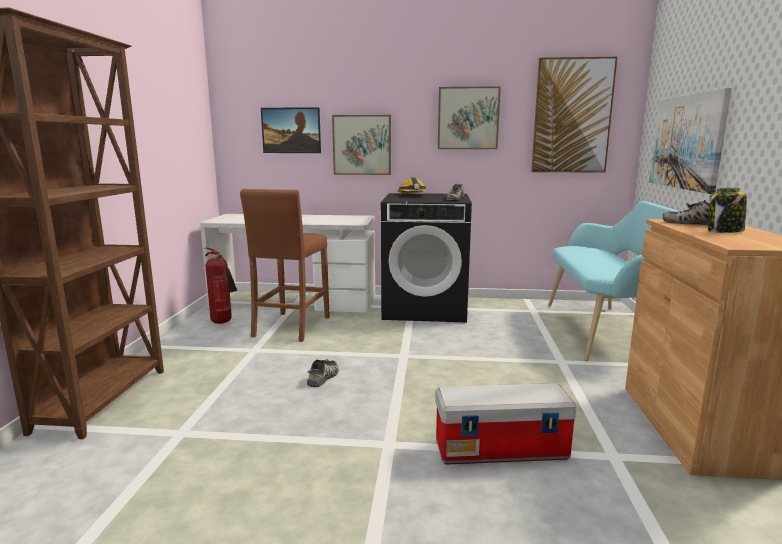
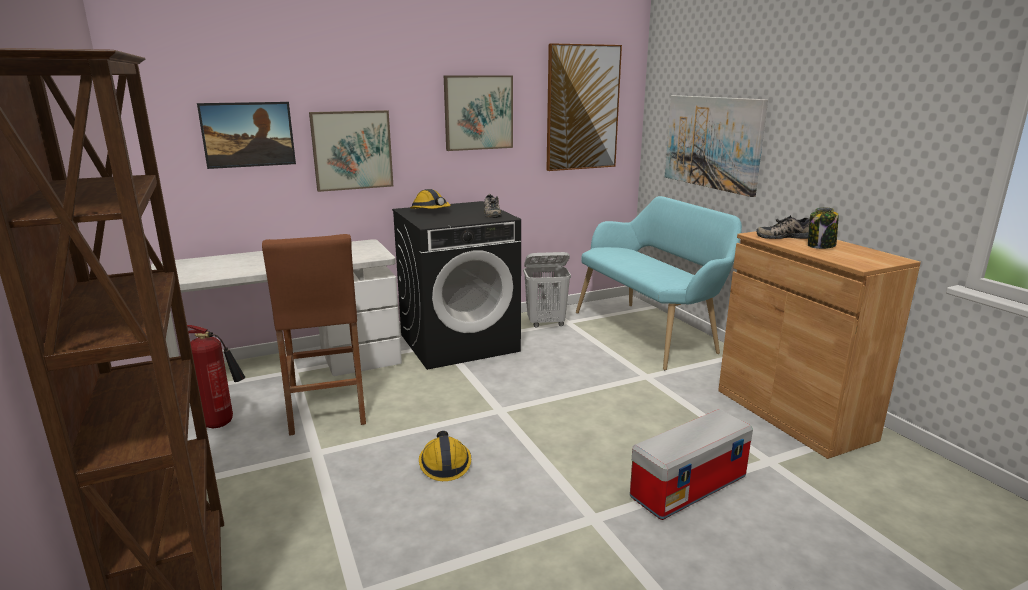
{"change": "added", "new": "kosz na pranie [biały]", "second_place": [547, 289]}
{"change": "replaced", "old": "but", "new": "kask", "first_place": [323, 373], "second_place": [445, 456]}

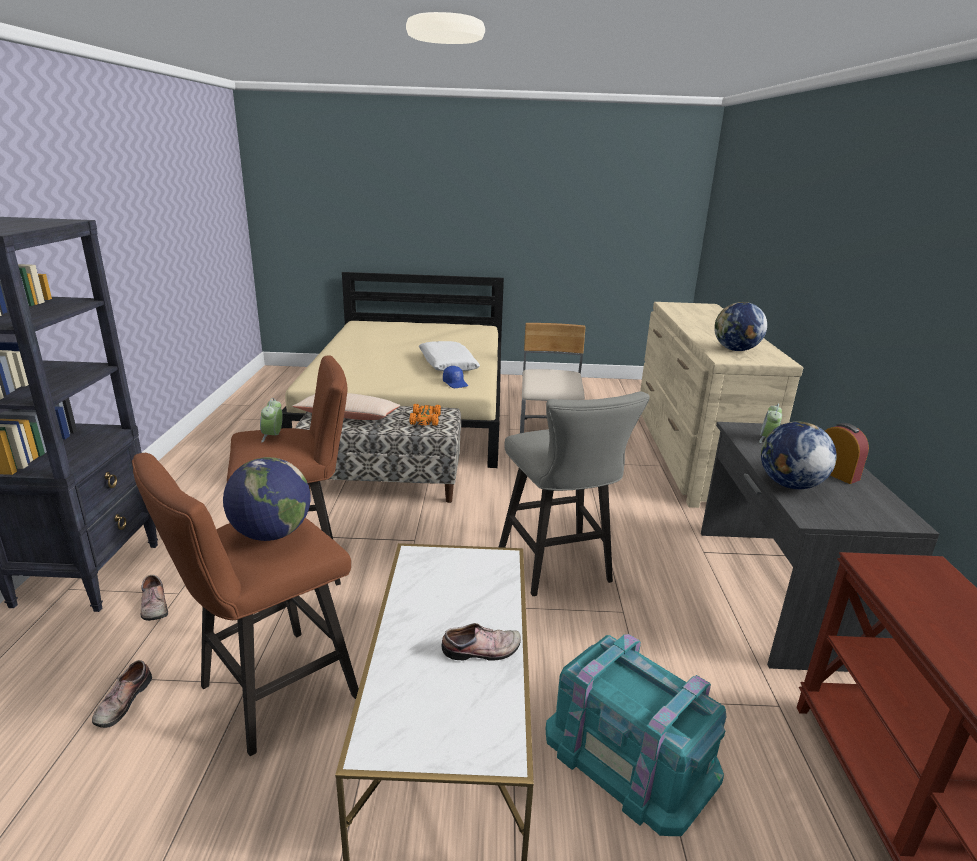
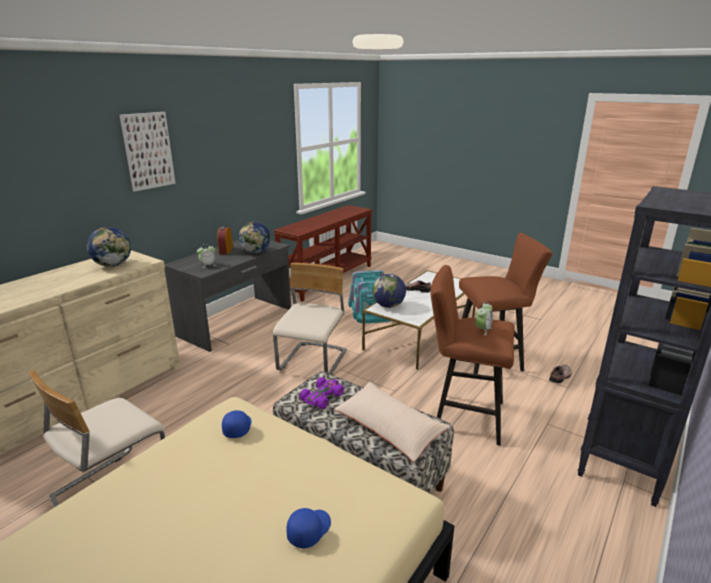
{"change": "removed", "old": "but", "first_place": [154, 598]}
{"change": "removed", "old": "poduszka [biały]", "first_place": [449, 356]}
{"change": "added", "new": "obraz", "second_place": [147, 152]}
{"change": "added", "new": "czapka z daszkiem [niebieski]", "second_place": [309, 528]}
{"change": "moved", "old": "globus", "first_place": [267, 499], "second_place": [389, 291]}
{"change": "replaced", "old": "stołek [szary]", "new": "krzesło [beżowy]", "first_place": [574, 493], "second_place": [310, 318]}
{"change": "recoloured", "old": "samochodzik [pomarańczowy]", "new": "samochodzik [fioletowy]", "first_place": [425, 414], "second_place": [322, 393]}

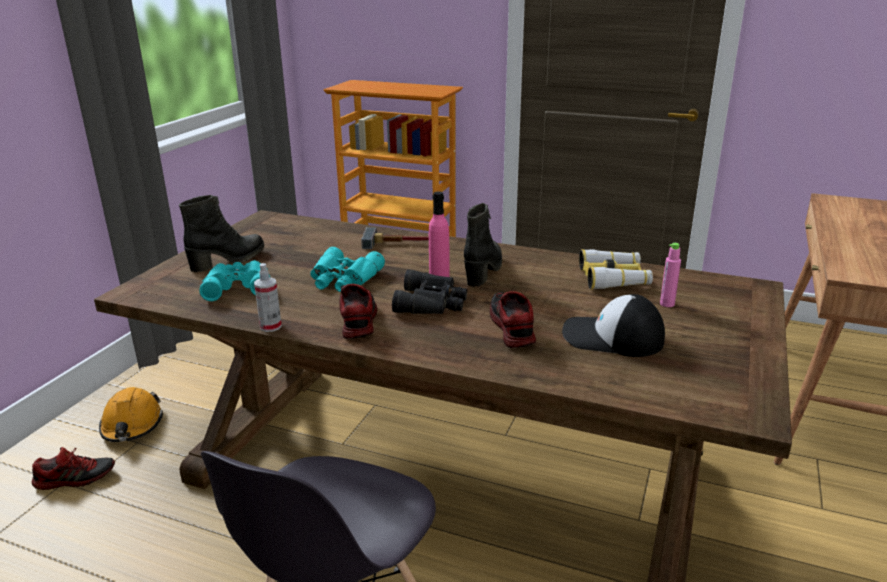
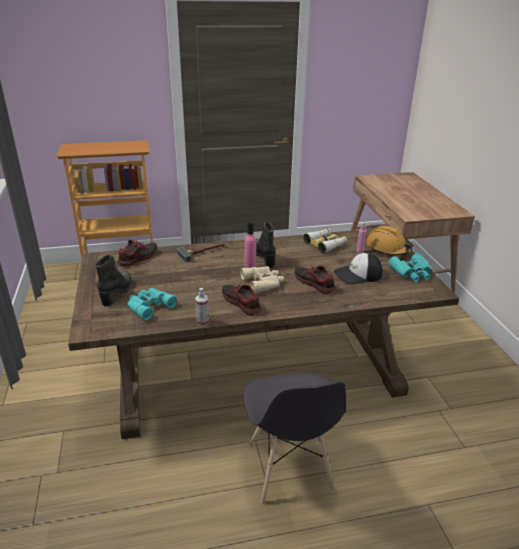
{"change": "moved", "old": "but", "first_place": [73, 468], "second_place": [137, 253]}
{"change": "moved", "old": "kask [pomarańczowy]", "first_place": [131, 414], "second_place": [390, 241]}
{"change": "moved", "old": "lornetka [turkusowy]", "first_place": [347, 269], "second_place": [410, 267]}
{"change": "recoloured", "old": "lornetka [czarny]", "new": "lornetka [beżowy]", "first_place": [429, 291], "second_place": [262, 279]}

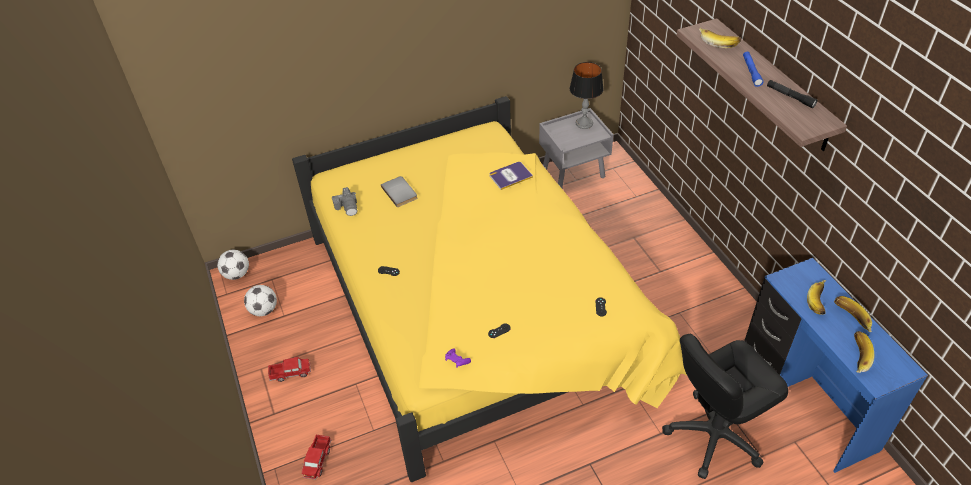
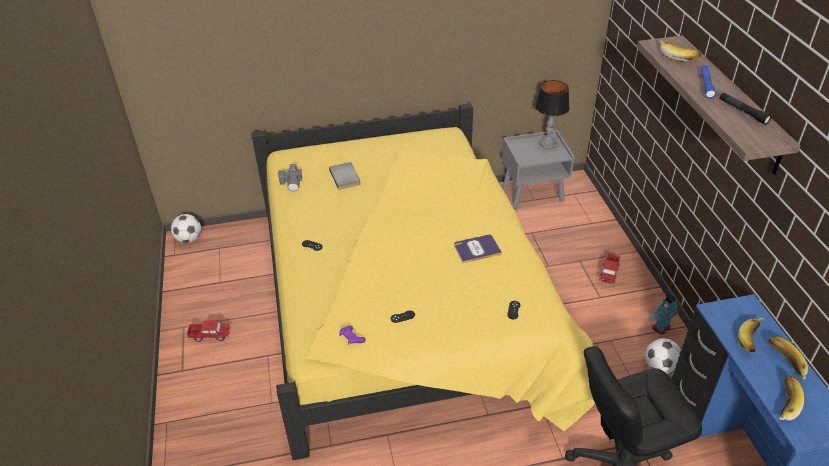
{"change": "added", "new": "robot zabawkowy", "second_place": [663, 314]}
{"change": "moved", "old": "piłka futbolowa", "first_place": [260, 300], "second_place": [663, 356]}
{"change": "moved", "old": "ciężarówka zabawkowa", "first_place": [316, 457], "second_place": [609, 269]}
{"change": "moved", "old": "książka", "first_place": [511, 176], "second_place": [478, 249]}

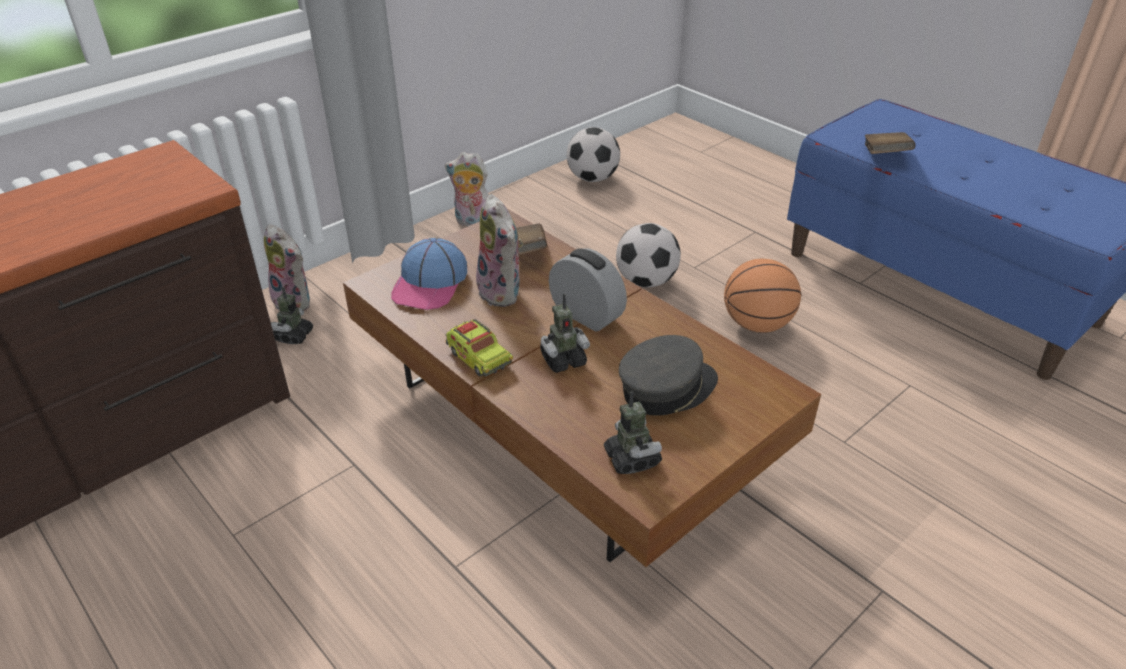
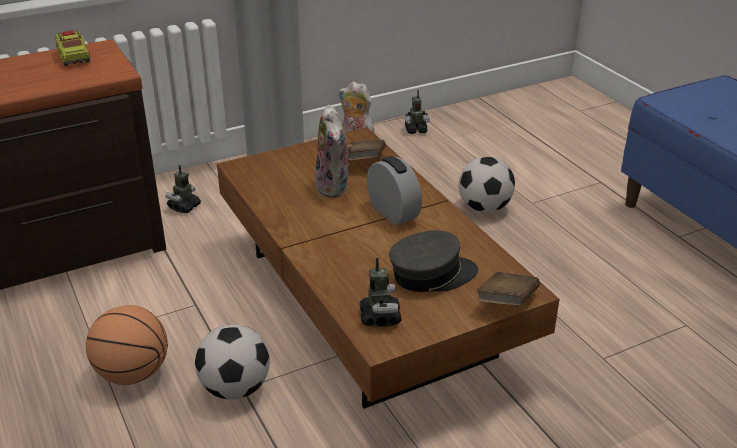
{"change": "removed", "old": "pluszak", "first_place": [287, 267]}
{"change": "removed", "old": "czapka z daszkiem", "first_place": [429, 274]}
{"change": "moved", "old": "ciężarówka zabawkowa", "first_place": [479, 347], "second_place": [73, 47]}
{"change": "moved", "old": "robot zabawkowy", "first_place": [565, 333], "second_place": [417, 112]}
{"change": "moved", "old": "piłka futbolowa", "first_place": [593, 154], "second_place": [232, 362]}
{"change": "moved", "old": "piłka do koszykówki", "first_place": [762, 296], "second_place": [127, 345]}
{"change": "moved", "old": "książka [brązowy]", "first_place": [890, 143], "second_place": [508, 288]}

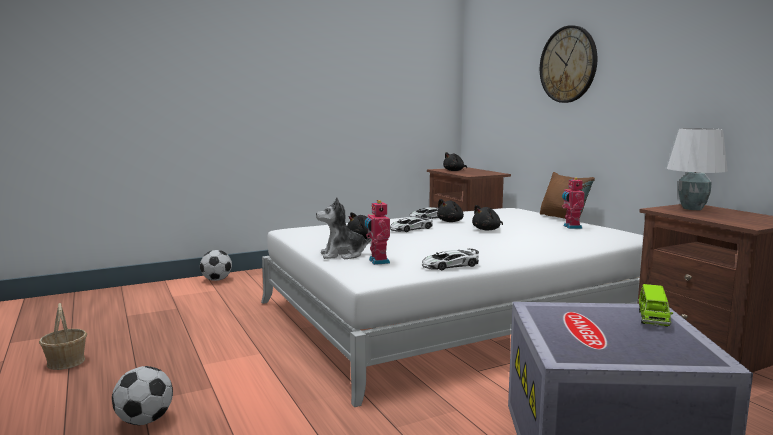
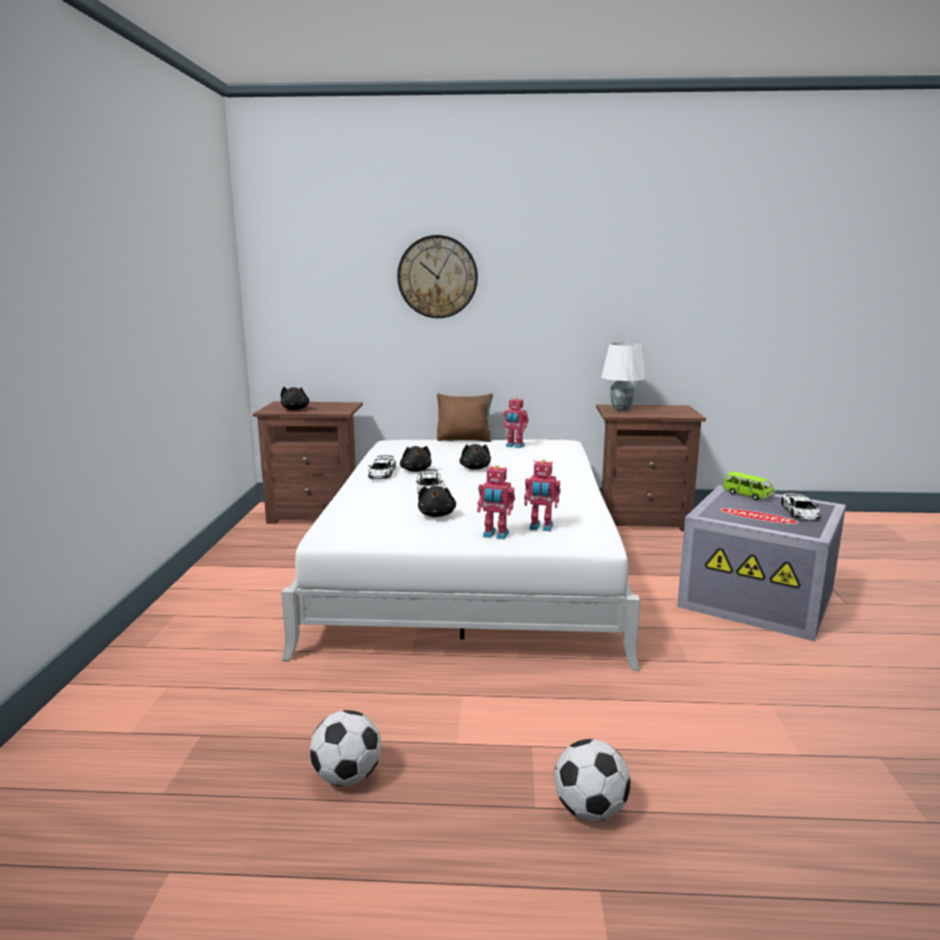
{"change": "removed", "old": "koszyk", "first_place": [63, 336]}
{"change": "moved", "old": "piłka futbolowa", "first_place": [216, 265], "second_place": [345, 748]}
{"change": "moved", "old": "samochodzik", "first_place": [450, 259], "second_place": [800, 506]}
{"change": "replaced", "old": "pluszak", "new": "robot zabawkowy", "first_place": [344, 228], "second_place": [496, 502]}

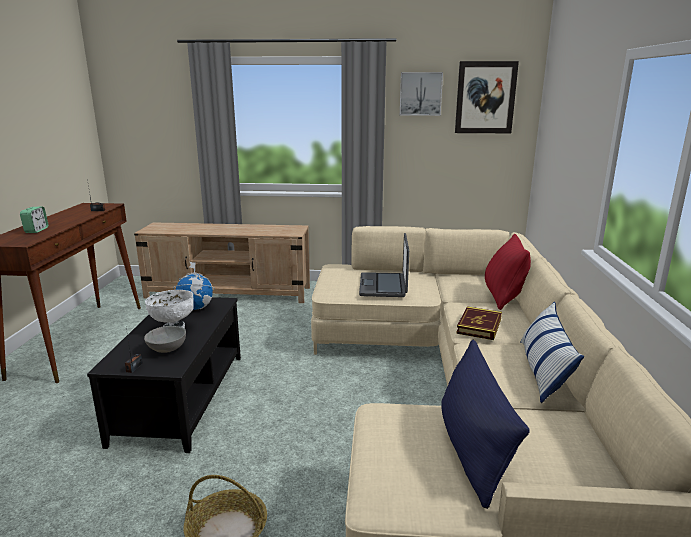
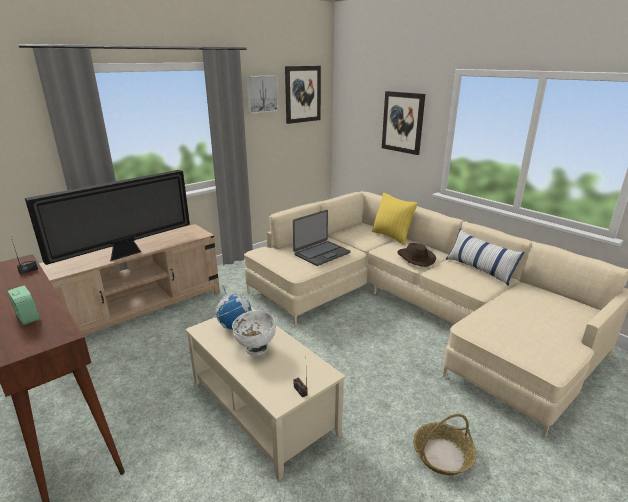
{"change": "removed", "old": "miska [szary]", "first_place": [165, 339]}
{"change": "removed", "old": "poduszka [niebieski]", "first_place": [485, 424]}
{"change": "added", "new": "telewizor", "second_place": [107, 217]}
{"change": "added", "new": "obraz", "second_place": [403, 123]}
{"change": "replaced", "old": "książka", "new": "kapelusz [brązowy]", "first_place": [479, 323], "second_place": [416, 255]}
{"change": "recoloured", "old": "ława [czarny]", "new": "ława [beżowy]", "first_place": [164, 375], "second_place": [265, 394]}
{"change": "recoloured", "old": "poduszka [czerwony]", "new": "poduszka [żółty]", "first_place": [508, 272], "second_place": [395, 219]}
{"change": "turned", "old": "laptop", "first_place": [384, 265], "second_place": [321, 238], "degrees": -90}

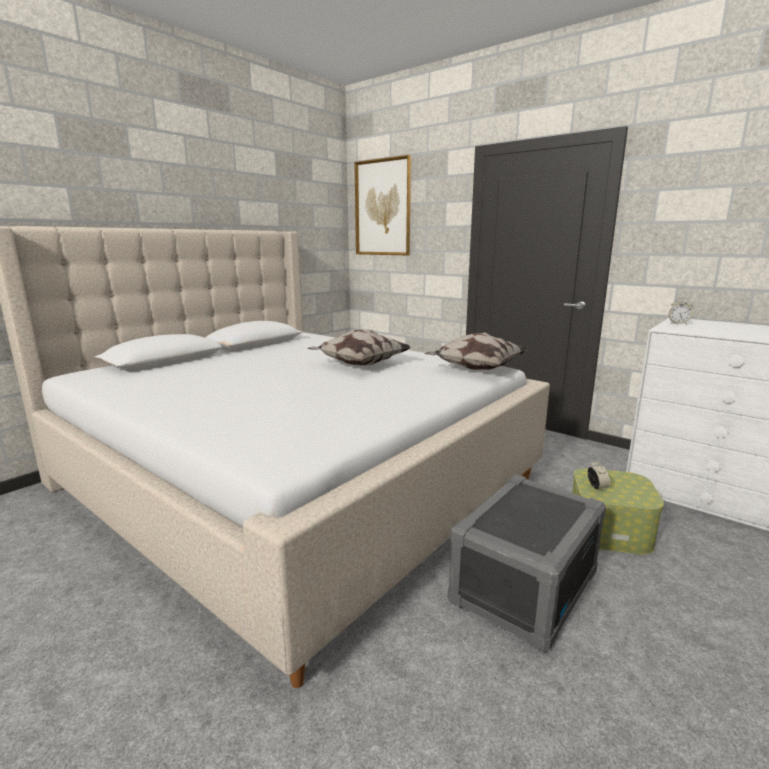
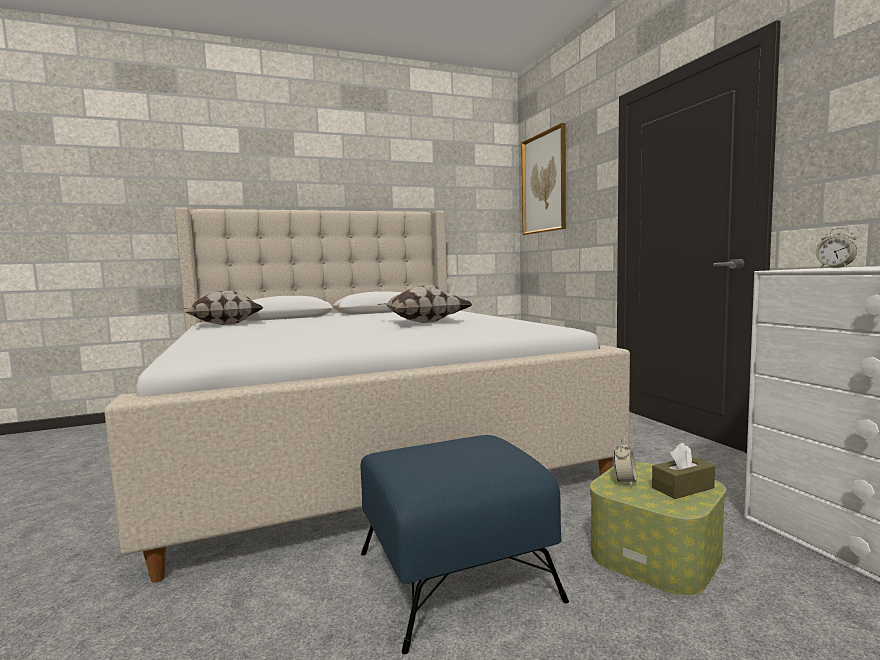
{"change": "added", "new": "pudełko chusteczek [brązowy]", "second_place": [683, 471]}
{"change": "moved", "old": "poduszka", "first_place": [476, 351], "second_place": [223, 308]}
{"change": "replaced", "old": "pojemnik do przechowywania [szary]", "new": "pufa [niebieski]", "first_place": [527, 563], "second_place": [465, 544]}

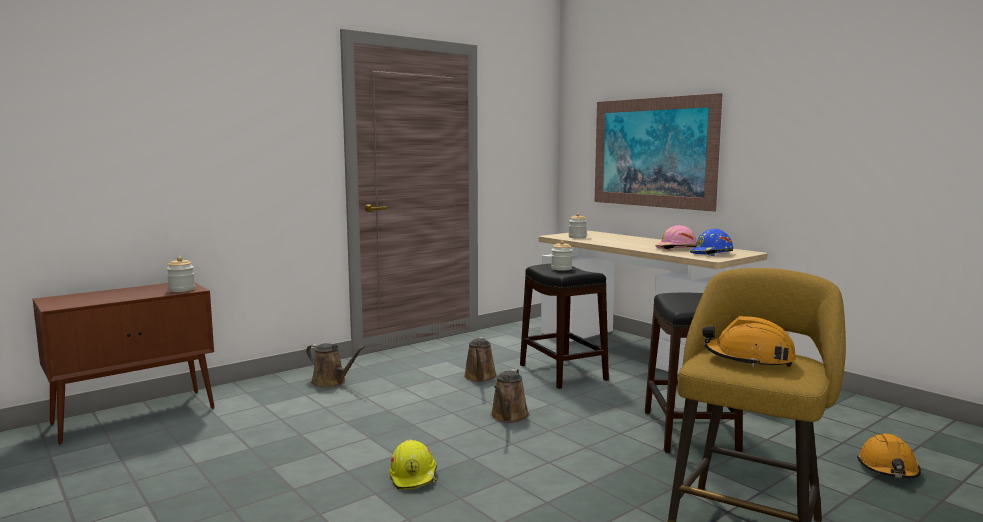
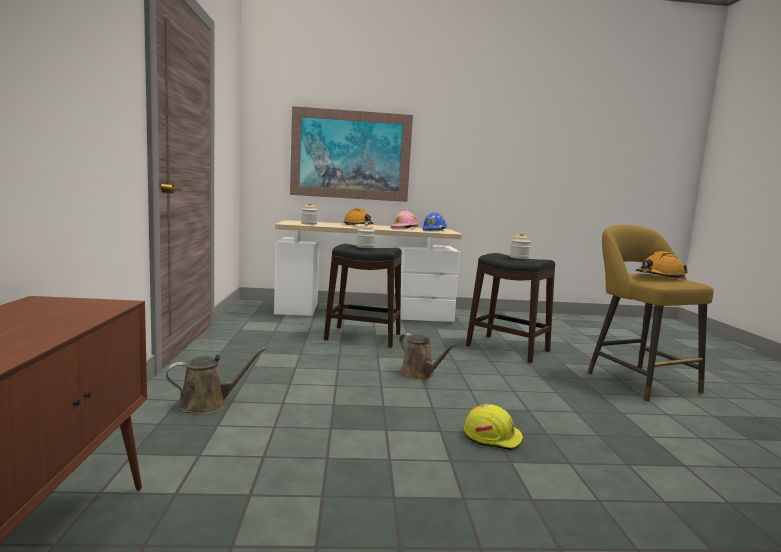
{"change": "removed", "old": "konewka [brązowy]", "first_place": [480, 359]}
{"change": "moved", "old": "słoik", "first_place": [181, 274], "second_place": [520, 245]}
{"change": "moved", "old": "kask [pomarańczowy]", "first_place": [889, 455], "second_place": [359, 216]}

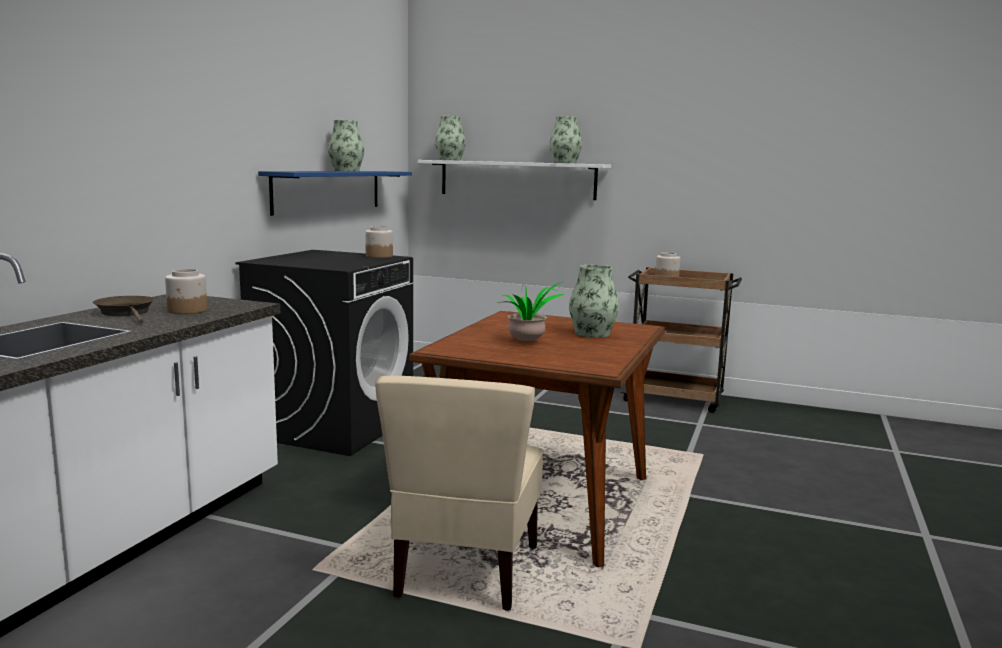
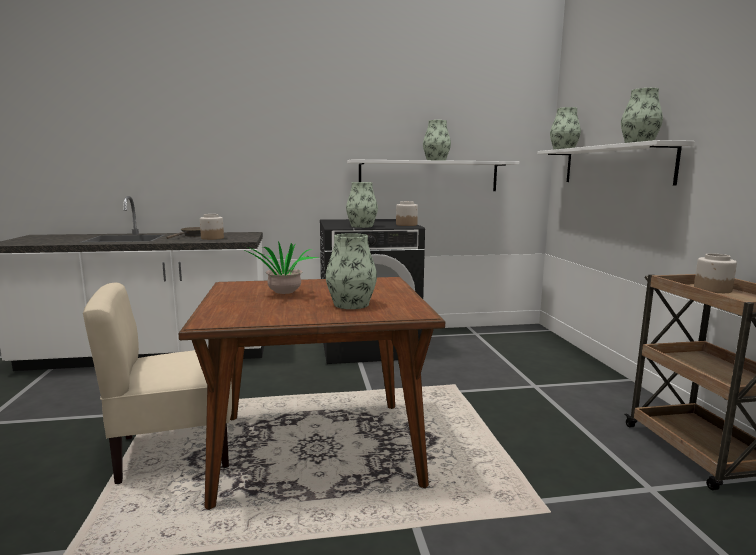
{"change": "added", "new": "wazon", "second_place": [362, 205]}
{"change": "recoloured", "old": "półka [niebieski]", "new": "półka [biały]", "first_place": [335, 193], "second_place": [433, 175]}

